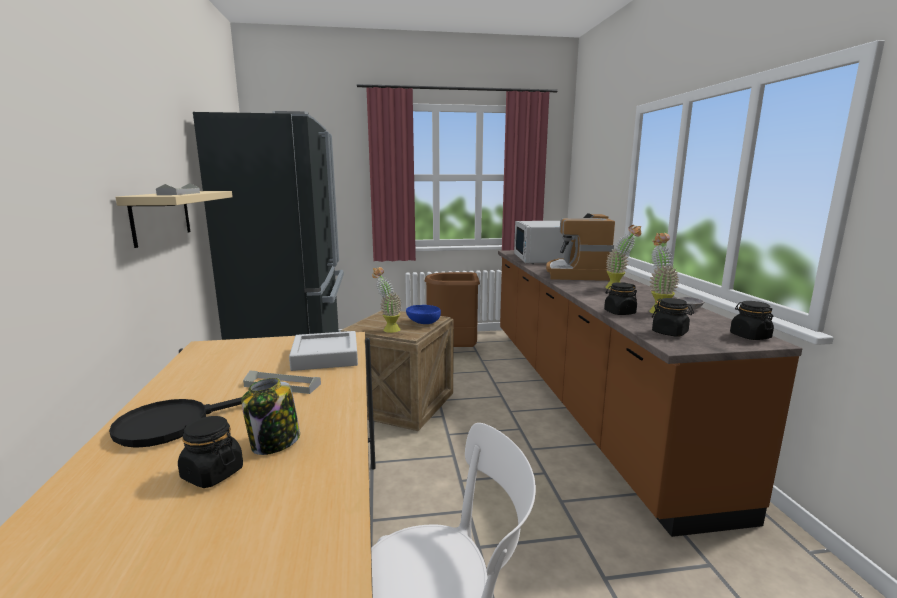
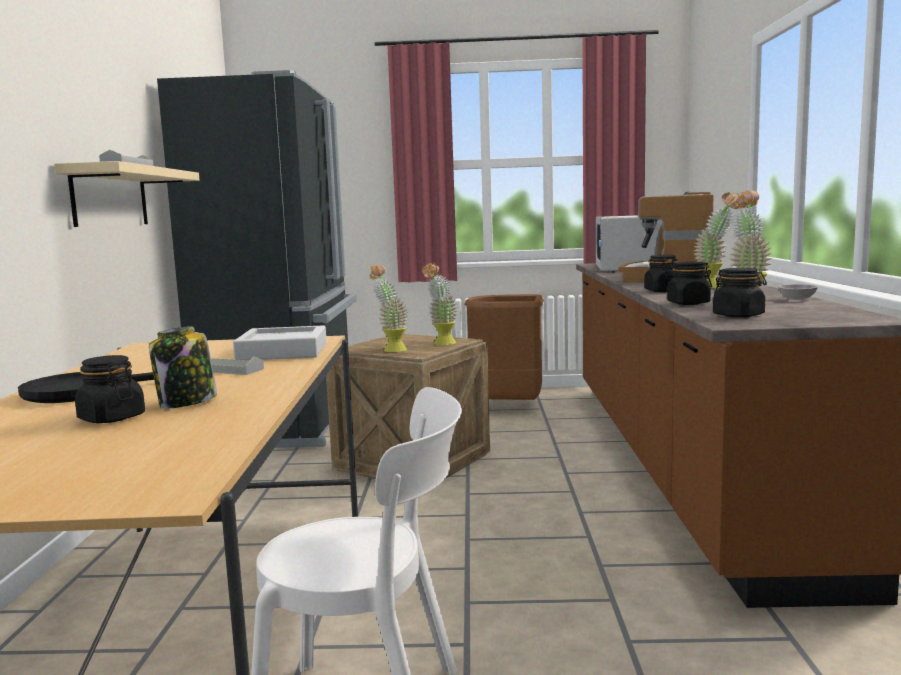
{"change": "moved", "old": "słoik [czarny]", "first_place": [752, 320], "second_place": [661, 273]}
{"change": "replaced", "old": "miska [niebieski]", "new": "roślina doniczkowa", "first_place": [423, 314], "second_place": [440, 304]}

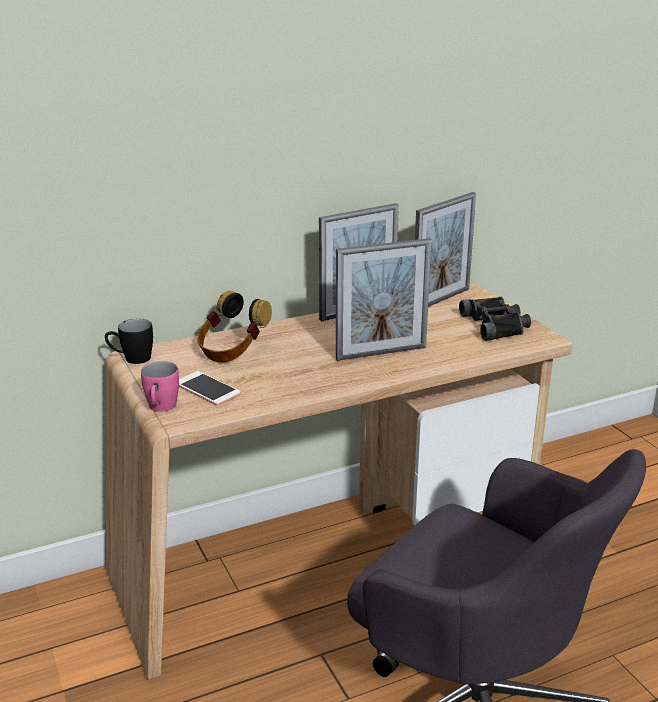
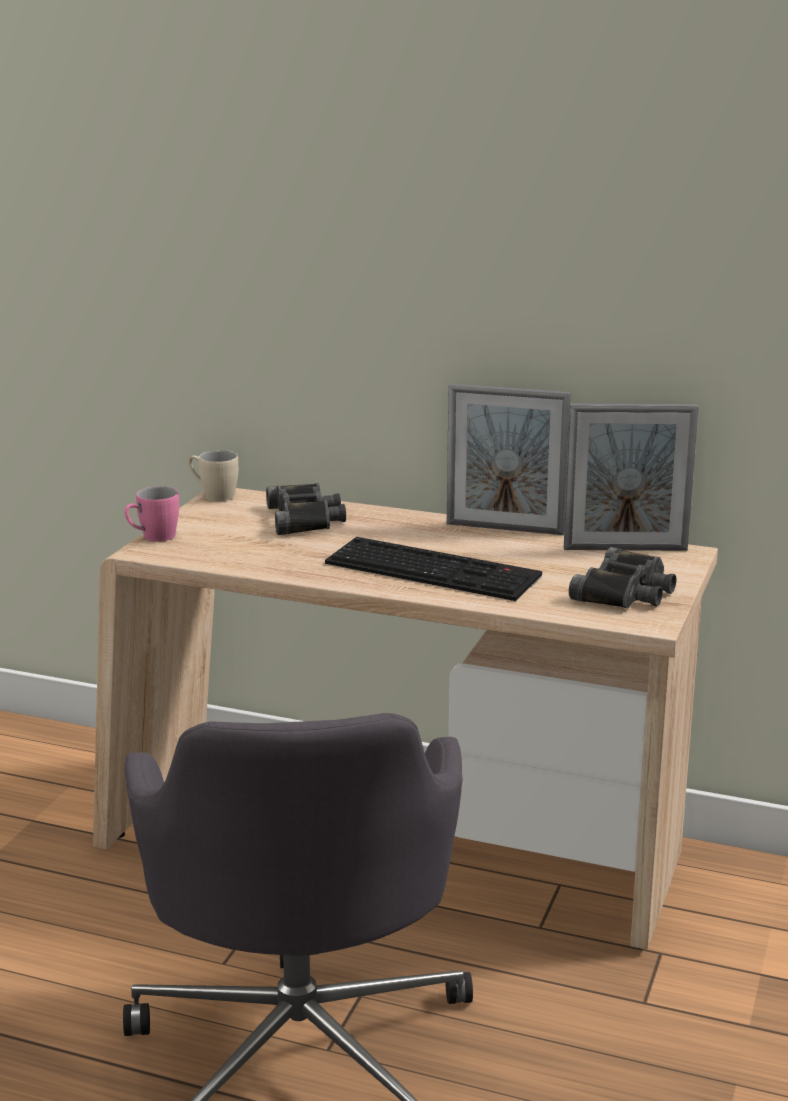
{"change": "removed", "old": "telefon", "first_place": [210, 388]}
{"change": "replaced", "old": "słuchawki", "new": "lornetka [czarny]", "first_place": [234, 327], "second_place": [306, 509]}
{"change": "replaced", "old": "ramka na zdjęcie", "new": "klawiatura", "first_place": [384, 299], "second_place": [433, 569]}
{"change": "recoloured", "old": "kubek [czarny]", "new": "kubek [beżowy]", "first_place": [129, 341], "second_place": [213, 475]}

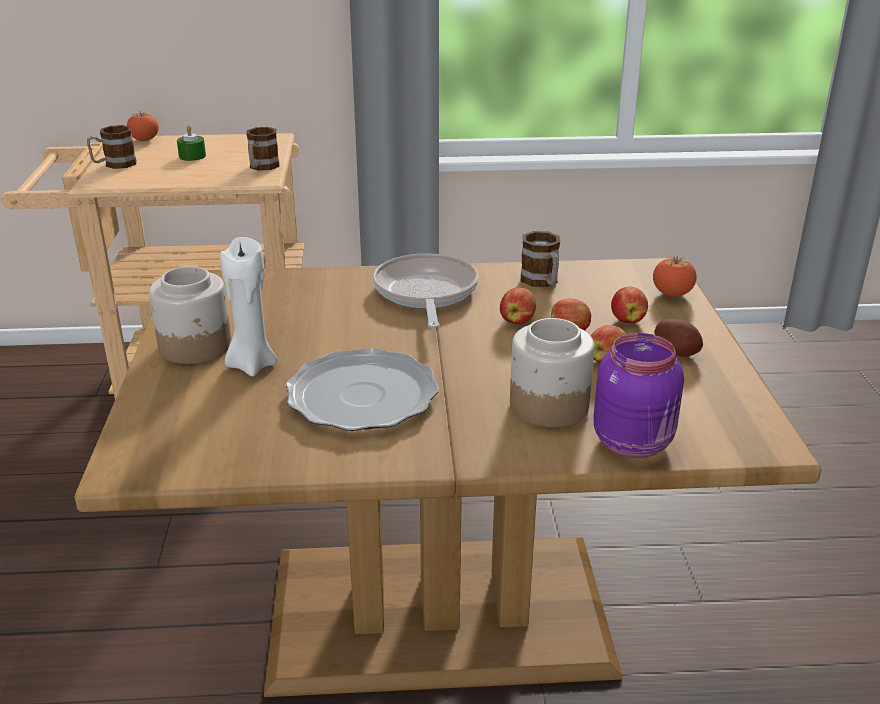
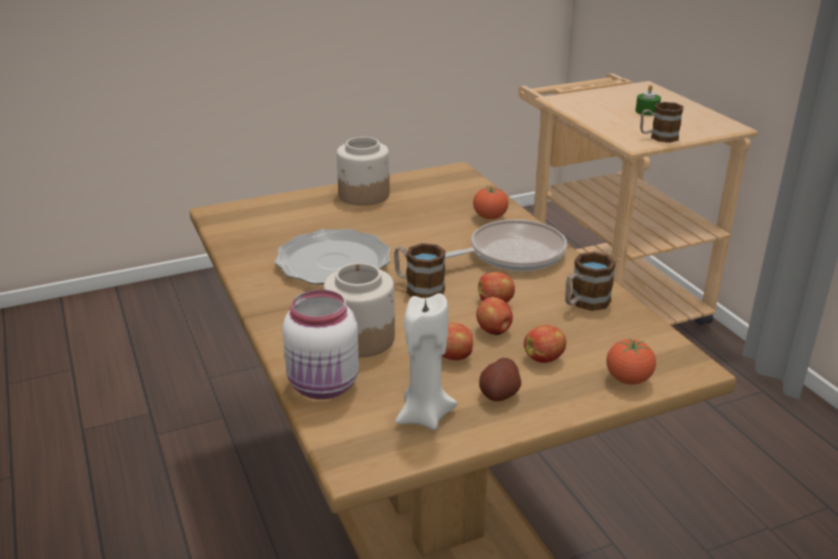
{"change": "moved", "old": "kubek", "first_place": [112, 147], "second_place": [420, 270]}
{"change": "moved", "old": "pomidor", "first_place": [143, 126], "second_place": [491, 202]}
{"change": "moved", "old": "świeca [biały]", "first_place": [248, 307], "second_place": [426, 361]}
{"change": "recoloured", "old": "słoik [fioletowy]", "new": "słoik [biały]", "first_place": [639, 395], "second_place": [320, 344]}

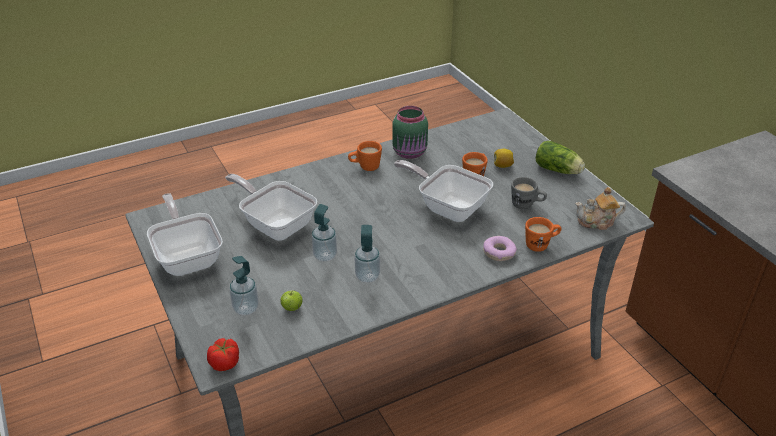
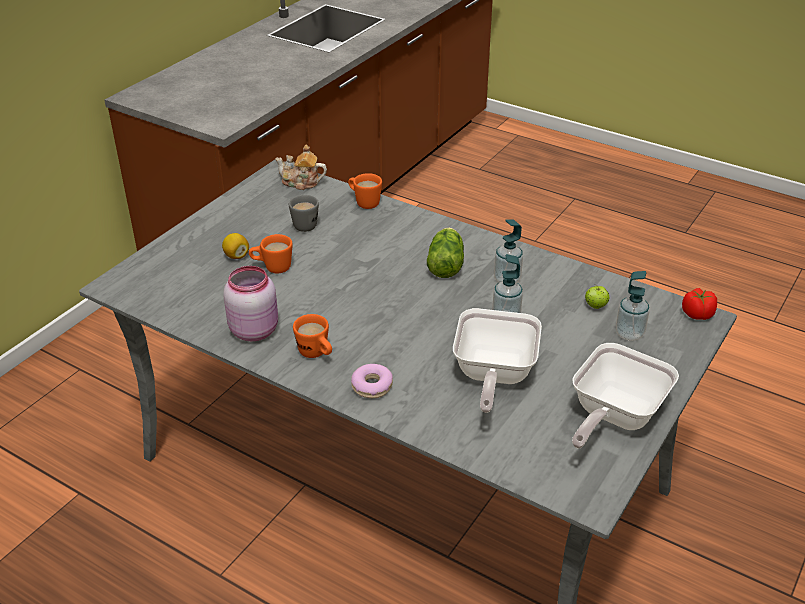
{"change": "removed", "old": "patelnia", "first_place": [443, 191]}
{"change": "moved", "old": "donut", "first_place": [500, 248], "second_place": [372, 381]}
{"change": "moved", "old": "sałata", "first_place": [560, 157], "second_place": [445, 253]}
{"change": "recoloured", "old": "słoik [zielony]", "new": "słoik [różowy]", "first_place": [410, 132], "second_place": [250, 303]}
{"change": "turned", "old": "imbryk", "first_place": [600, 208], "second_place": [301, 167], "degrees": 135}

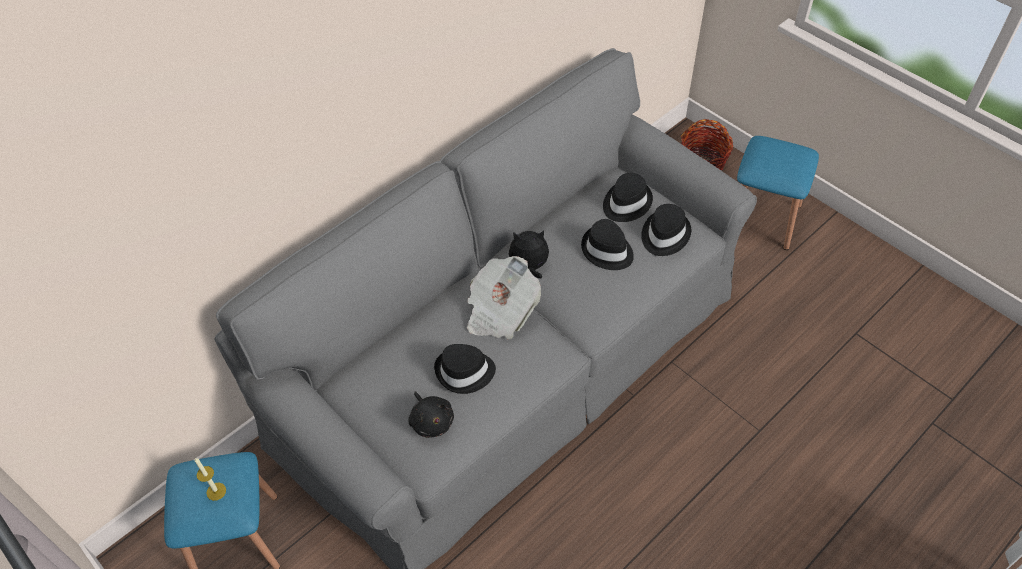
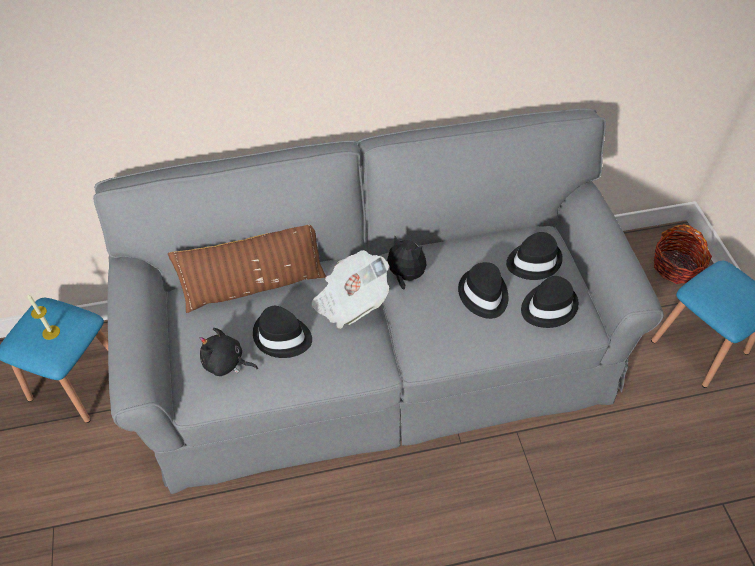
{"change": "added", "new": "poduszka [brązowy]", "second_place": [247, 269]}
{"change": "turned", "old": "pluszak [czarny]", "first_place": [431, 414], "second_place": [229, 352], "degrees": 105}

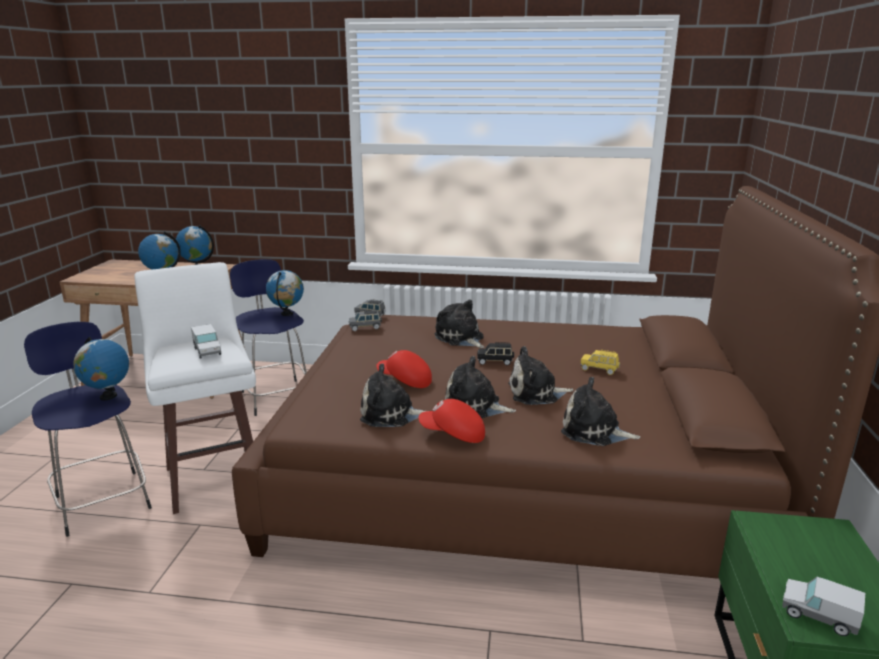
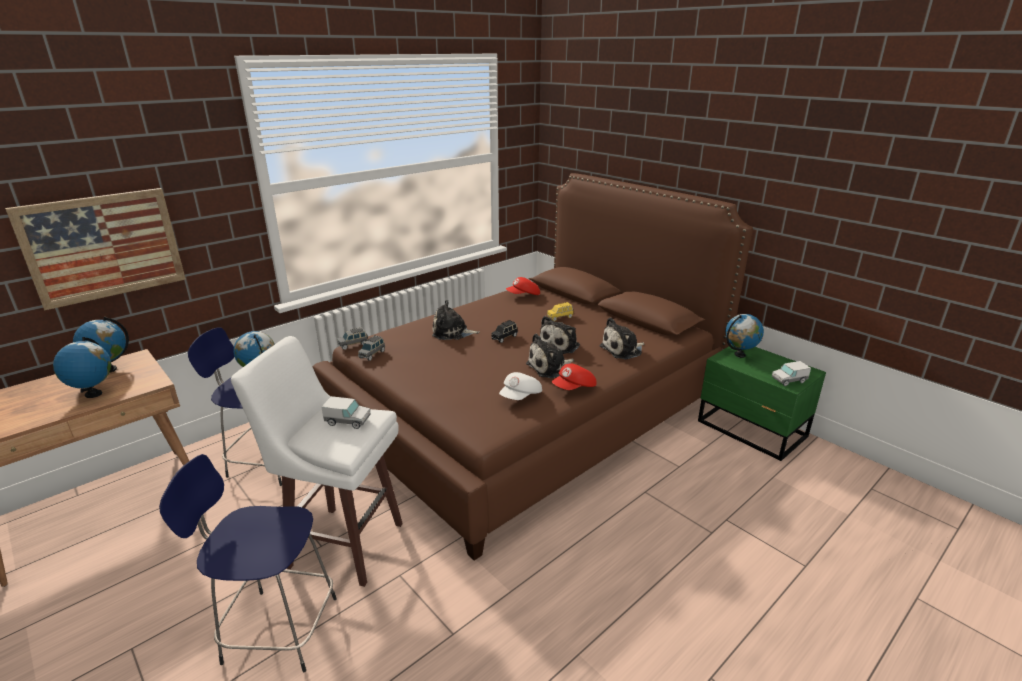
{"change": "added", "new": "obraz", "second_place": [95, 249]}
{"change": "moved", "old": "globus", "first_place": [101, 368], "second_place": [744, 336]}
{"change": "moved", "old": "czapka z daszkiem [czerwony]", "first_place": [404, 369], "second_place": [523, 286]}
{"change": "replaced", "old": "pluszak", "new": "czapka z daszkiem [biały]", "first_place": [393, 395], "second_place": [520, 386]}

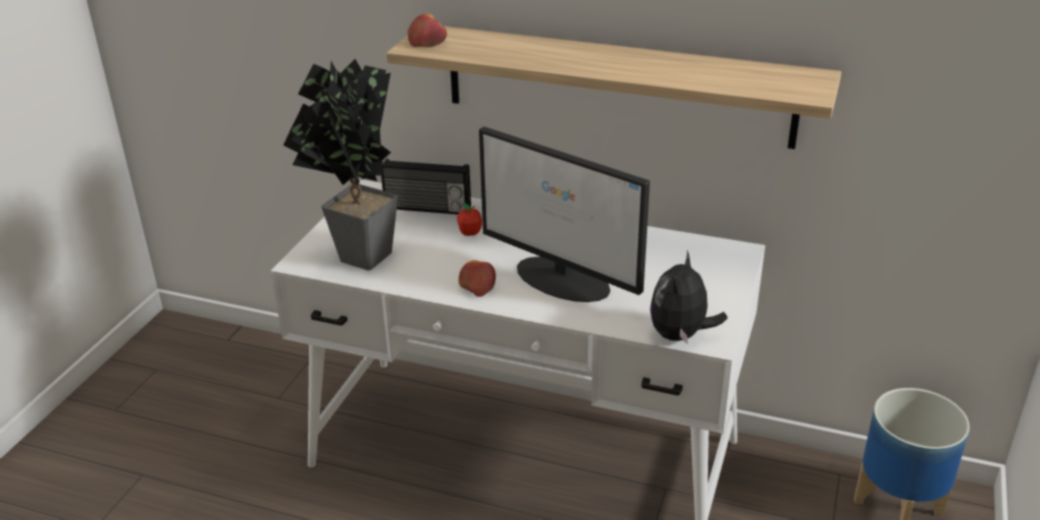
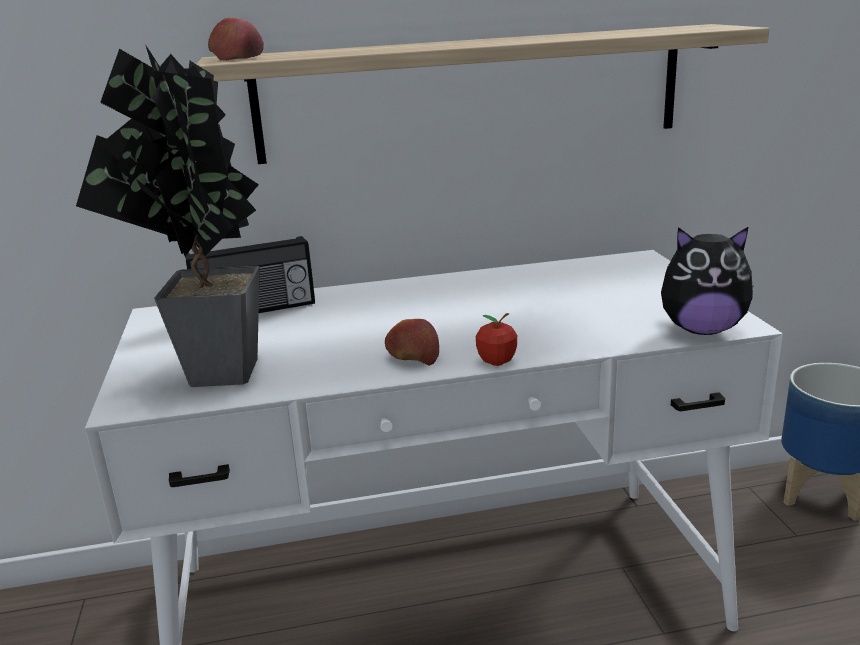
{"change": "removed", "old": "monitor", "first_place": [564, 214]}
{"change": "moved", "old": "jabłko", "first_place": [469, 219], "second_place": [496, 339]}
{"change": "turned", "old": "pluszak", "first_place": [689, 297], "second_place": [707, 280], "degrees": -75}

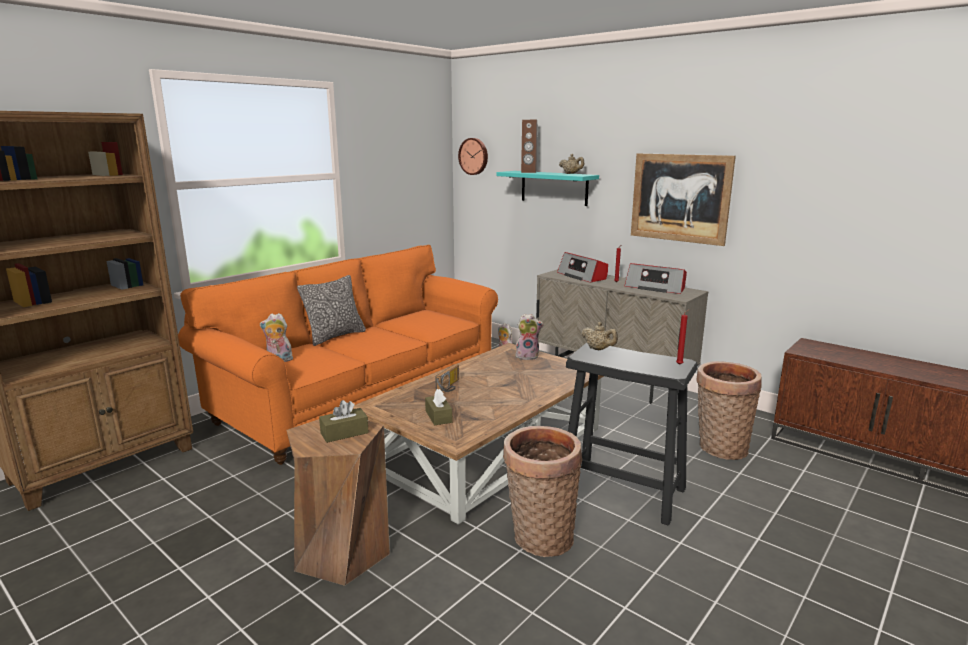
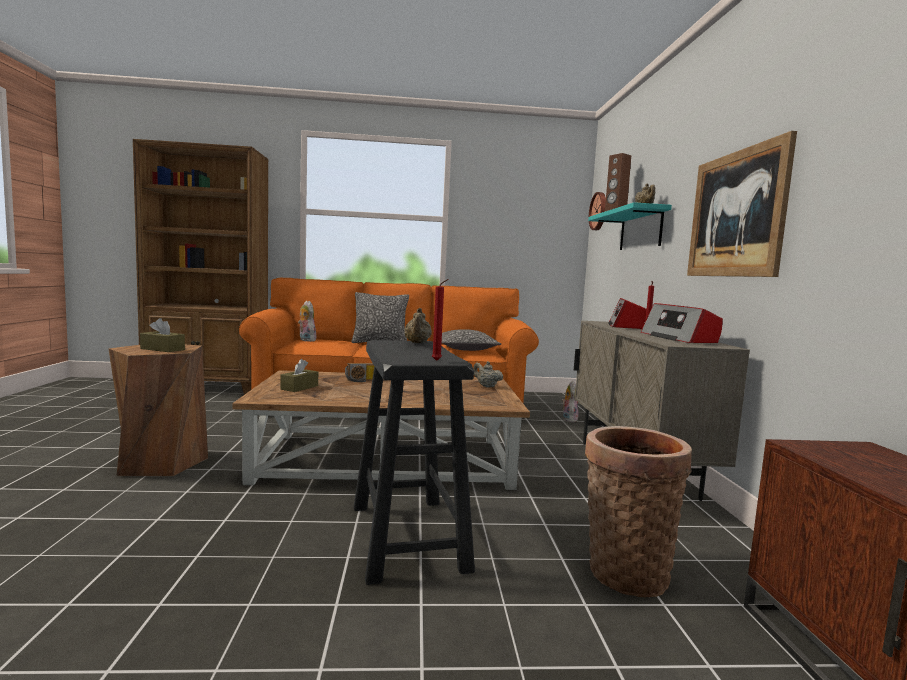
{"change": "removed", "old": "koszyk", "first_place": [542, 491]}
{"change": "added", "new": "poduszka", "second_place": [471, 340]}
{"change": "replaced", "old": "pluszak", "new": "imbryk [beżowy]", "first_place": [530, 337], "second_place": [488, 374]}

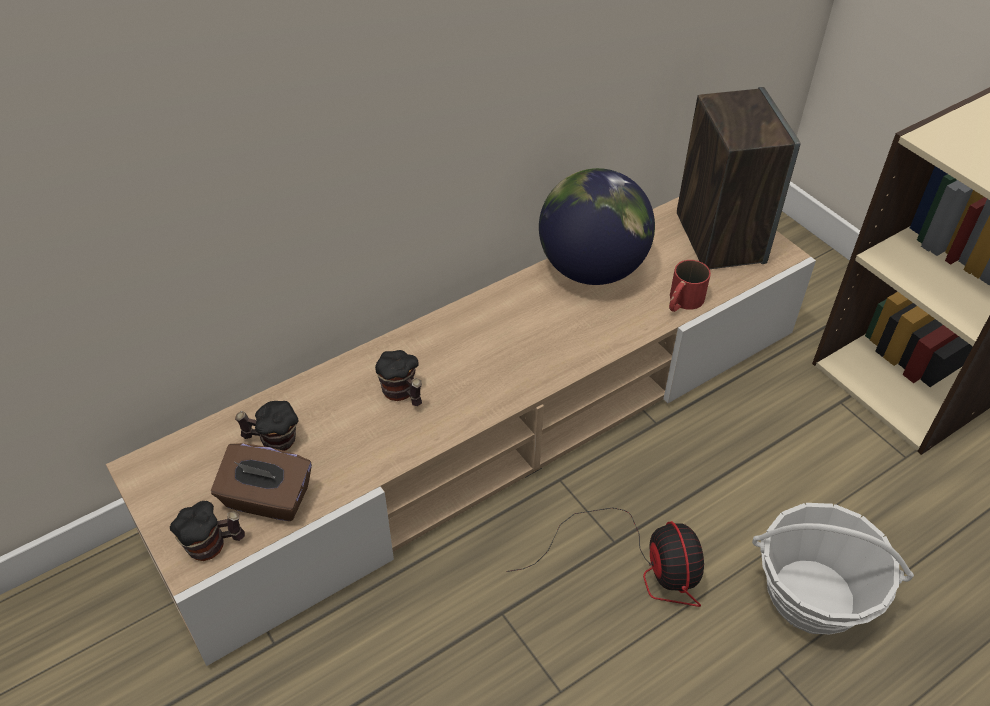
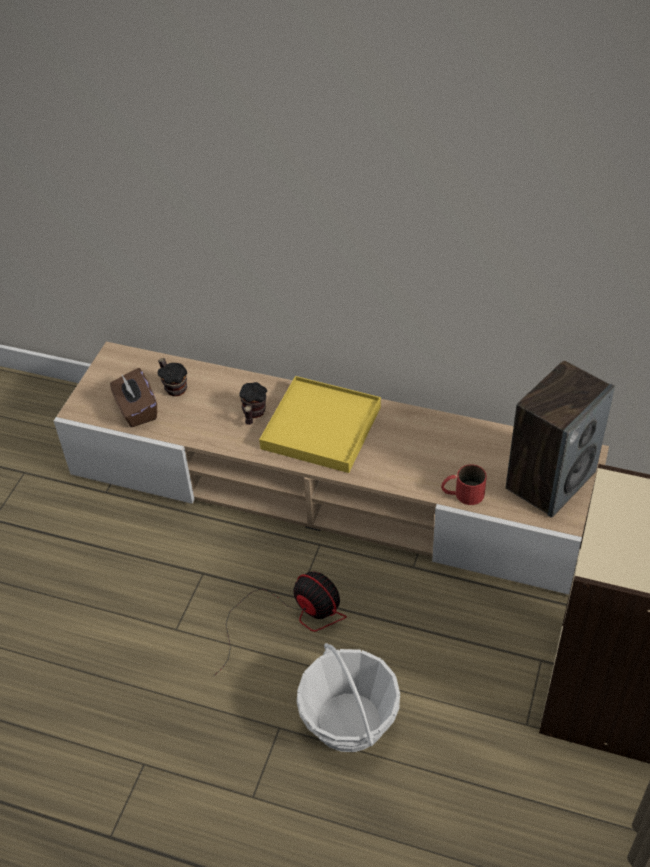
{"change": "removed", "old": "kubek", "first_place": [207, 531]}
{"change": "removed", "old": "globus", "first_place": [597, 226]}
{"change": "added", "new": "taca [żółty]", "second_place": [320, 424]}
{"change": "turned", "old": "wentylator", "first_place": [605, 557], "second_place": [280, 623], "degrees": -90}

